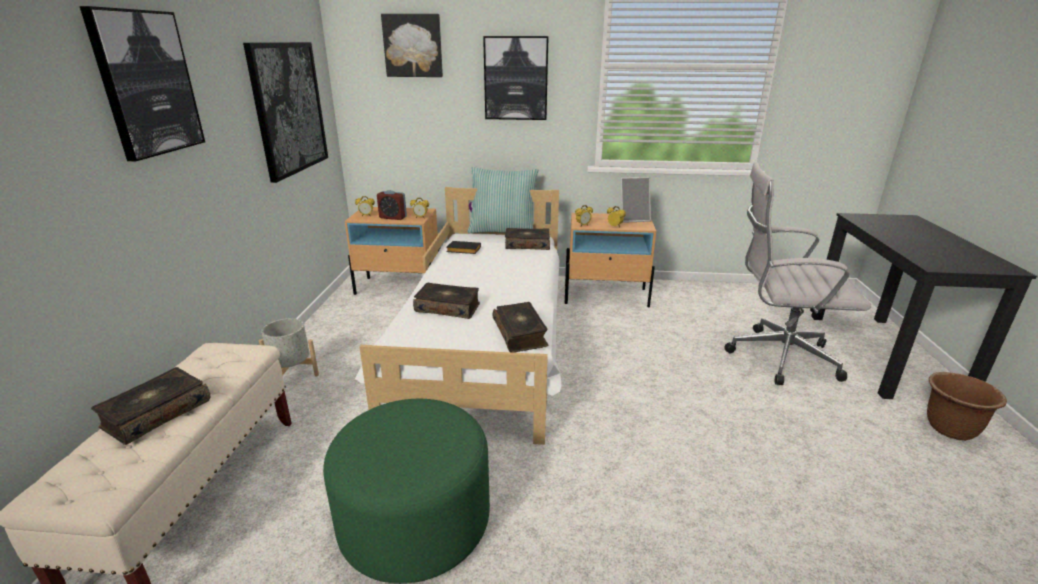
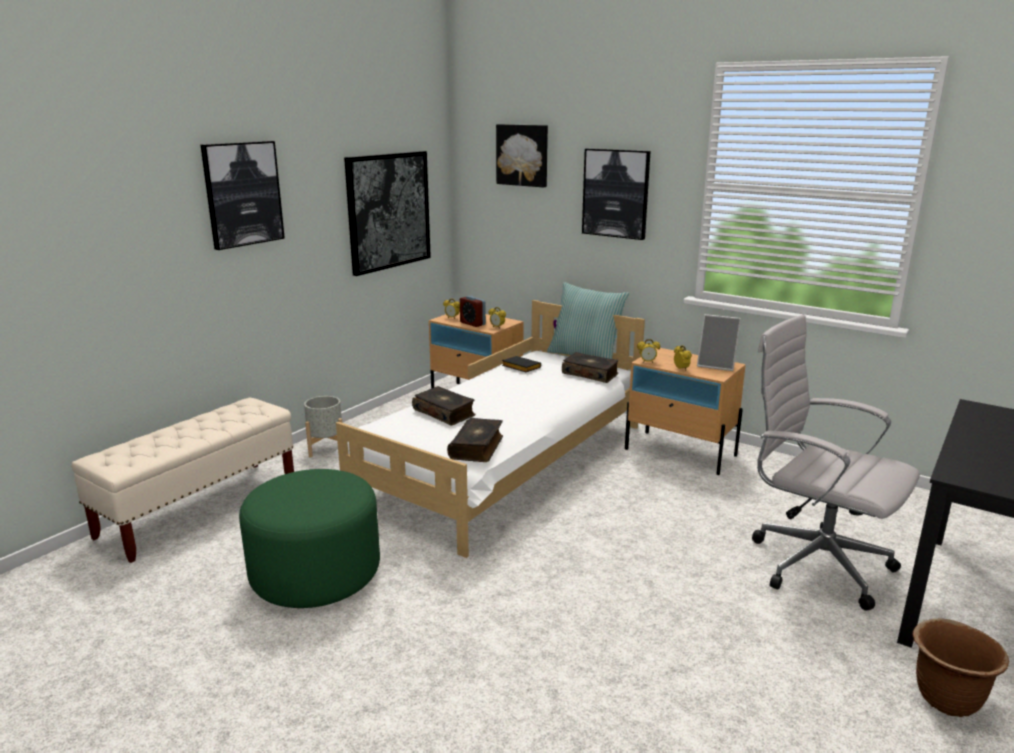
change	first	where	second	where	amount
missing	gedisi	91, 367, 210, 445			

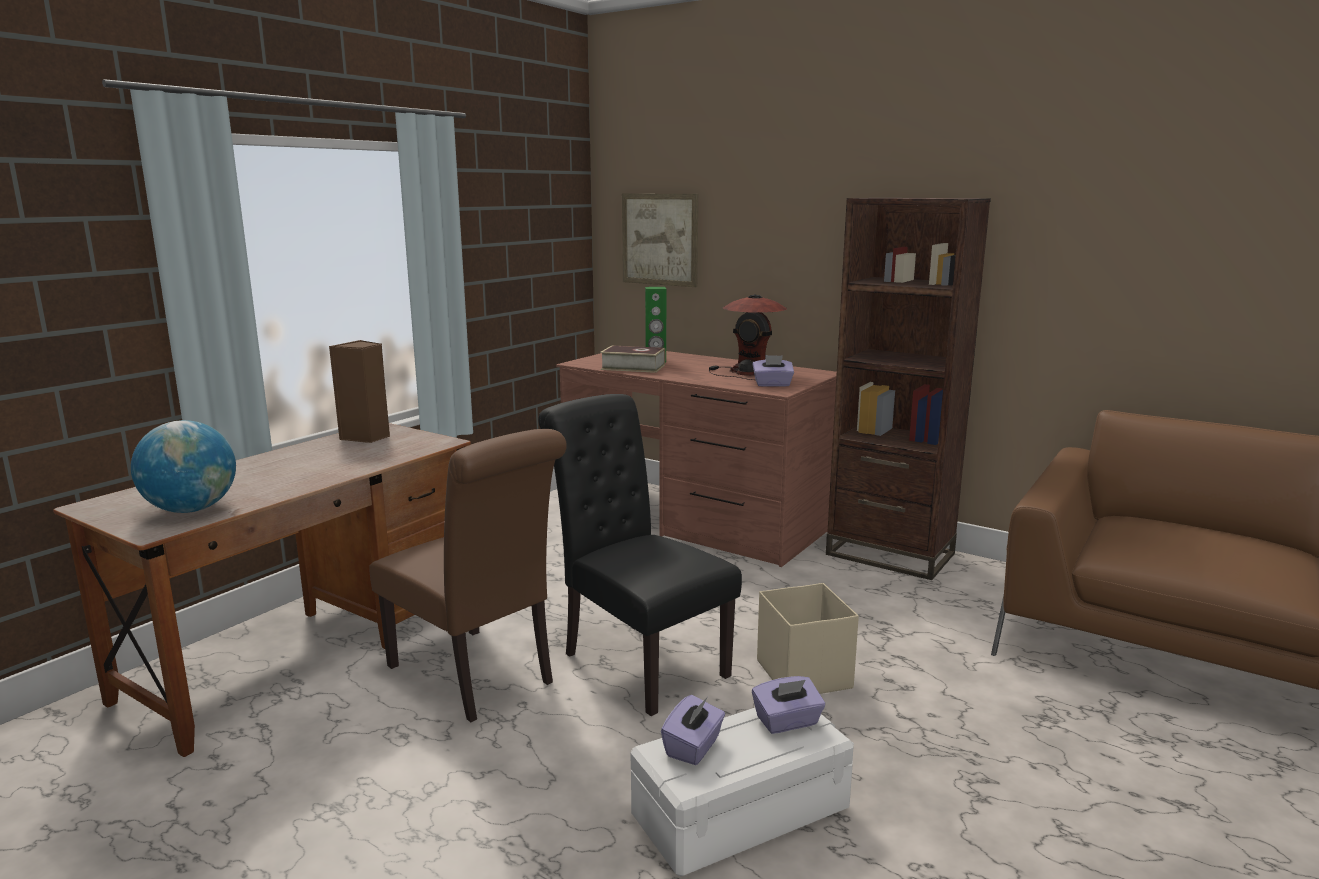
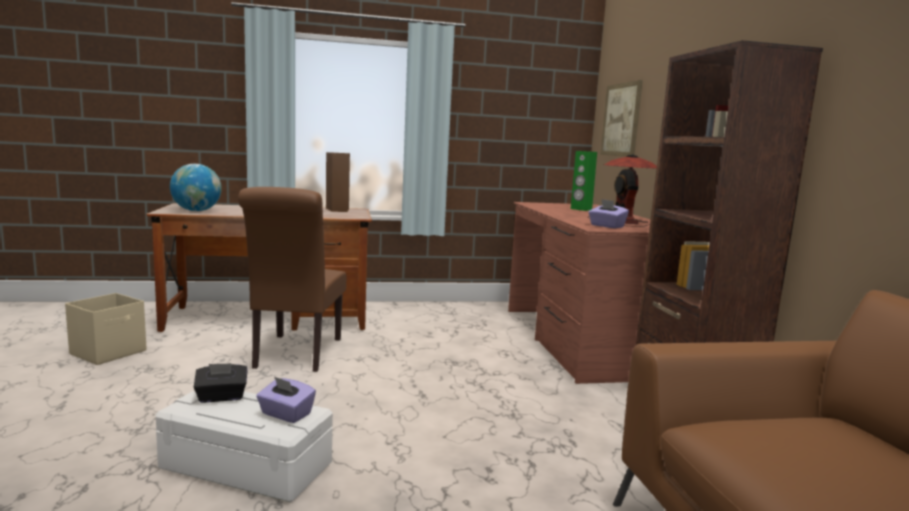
change	first	where	second	where	amount
relocated	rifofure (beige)	757, 583, 859, 694		65, 293, 146, 365	
colour	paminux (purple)	661, 695, 725, 765	paminux (black)	193, 363, 248, 403	
missing	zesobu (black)	538, 394, 742, 716			
missing	gedisi	600, 345, 665, 373			

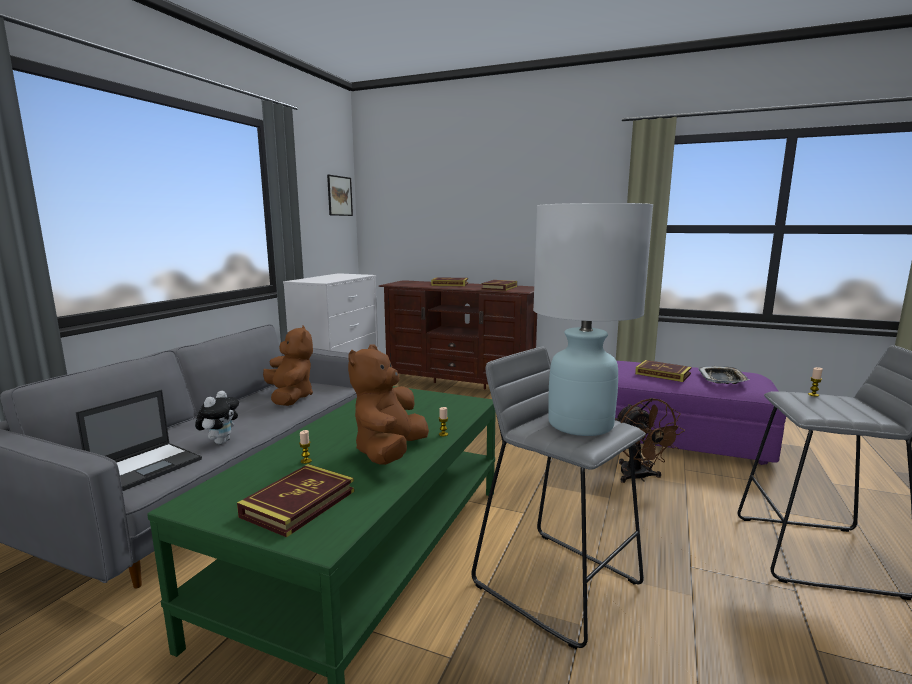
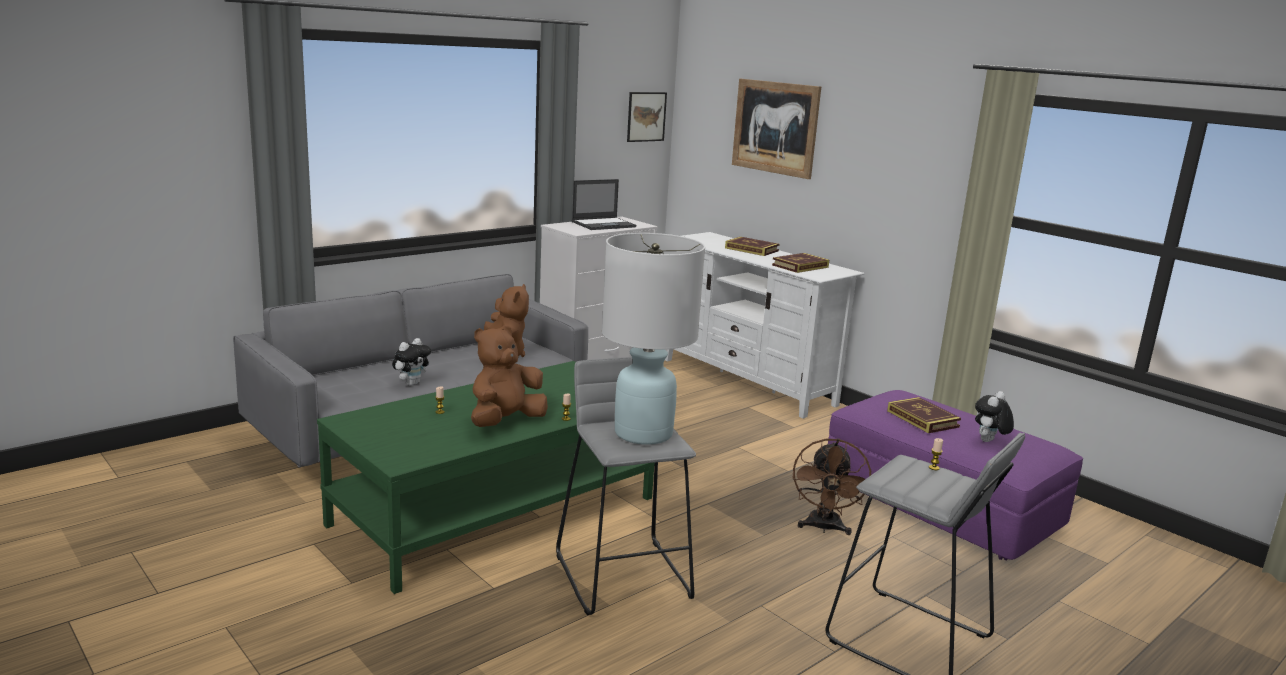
change	first	where	second	where	amount
relocated	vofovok	75, 390, 202, 491		572, 179, 636, 230	
colour	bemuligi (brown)	379, 280, 537, 389	bemuligi (white)	665, 232, 864, 419	
appeared			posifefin	732, 79, 821, 179	
exchanged	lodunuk	698, 366, 749, 384	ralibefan	975, 391, 1014, 442	
missing	gedisi	237, 464, 354, 537			

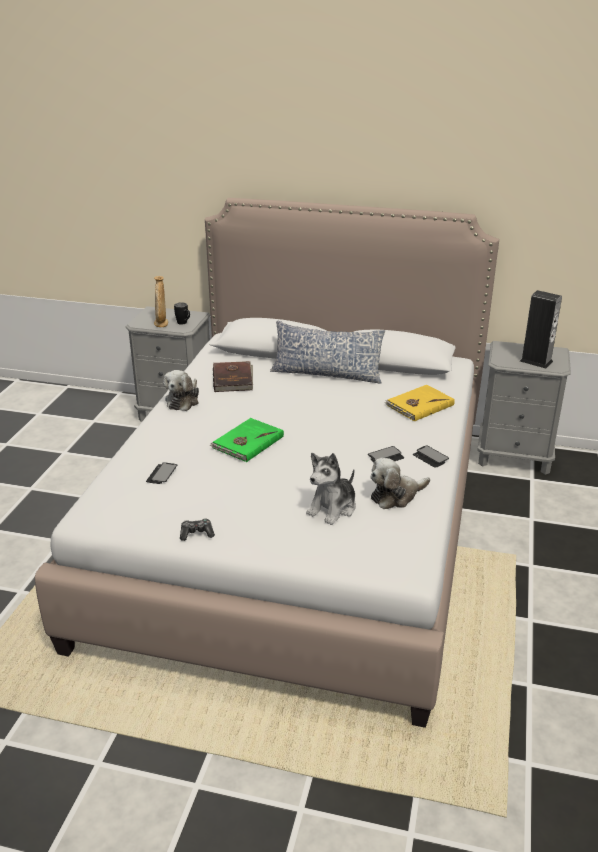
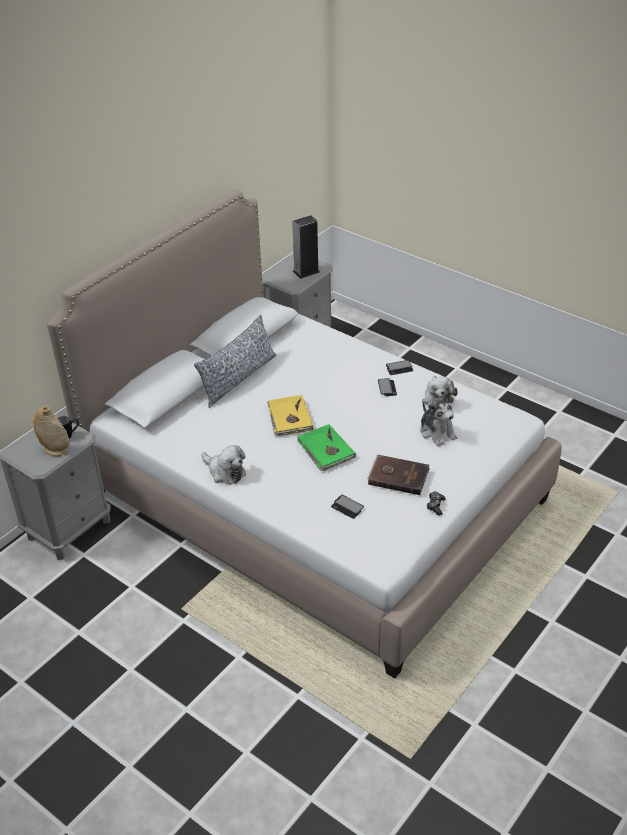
change	first	where	second	where	amount
relocated	gedisi (yellow)	385, 385, 455, 422		267, 395, 313, 436	
relocated	gedisi (brown)	213, 361, 253, 392		367, 454, 430, 495	

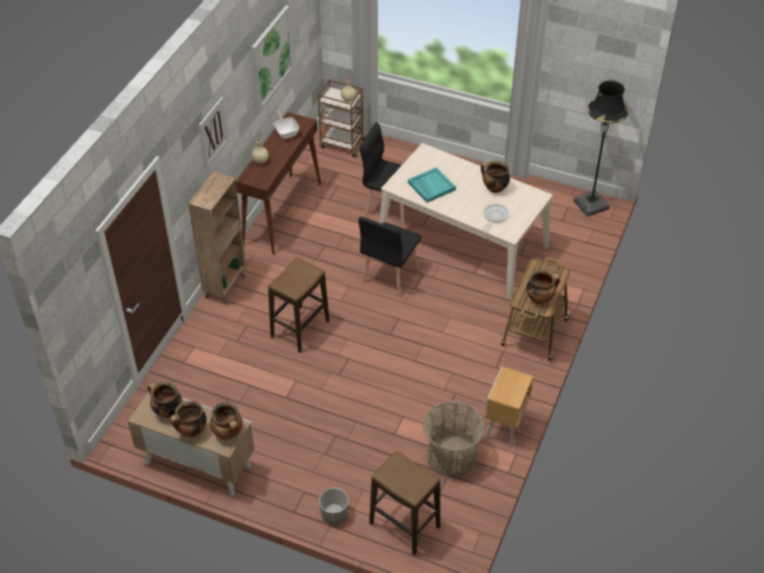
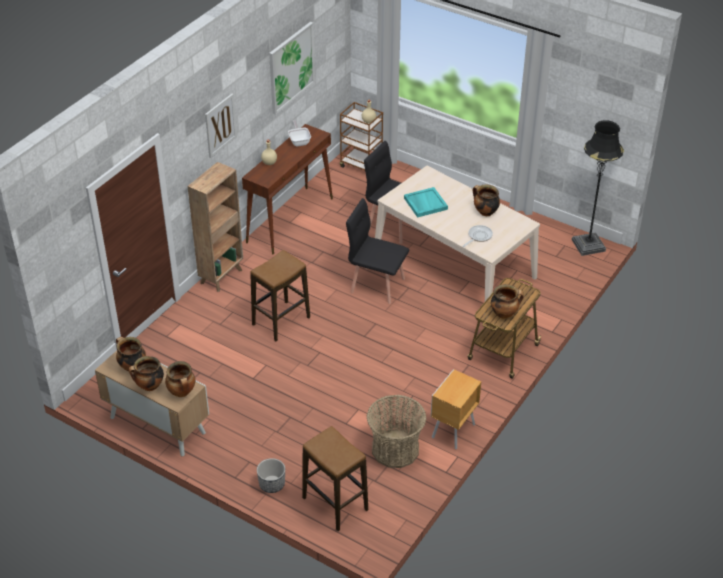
change	first	where	second	where	amount
spun	zesobu (black)	358, 217, 422, 297		346, 198, 409, 304	75 degrees clockwise

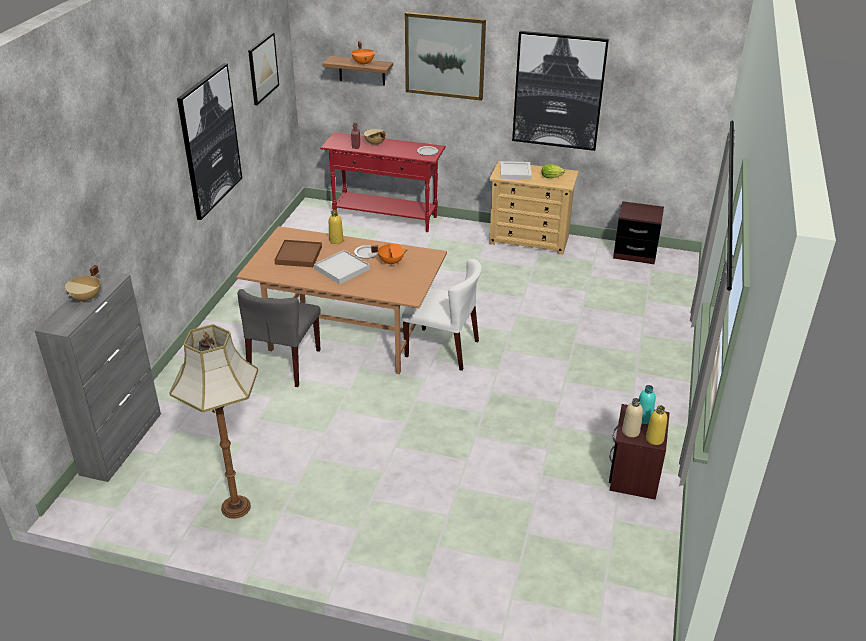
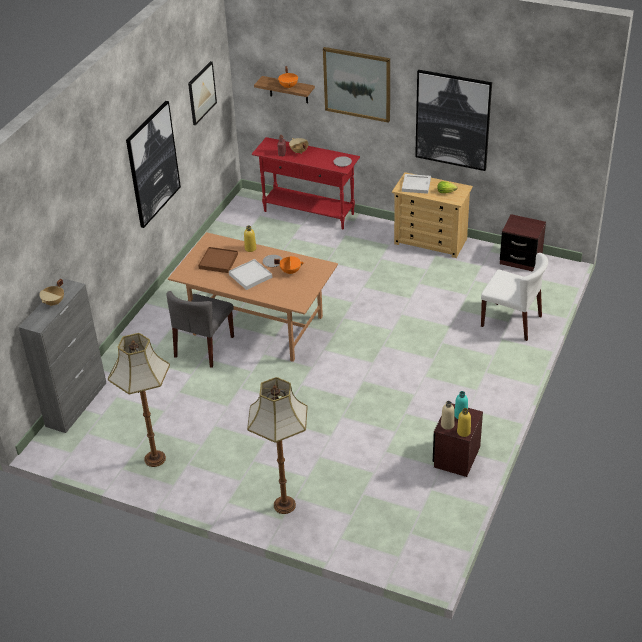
change	first	where	second	where	amount
appeared			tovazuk	247, 377, 308, 514	
relocated	zesobu (white)	402, 259, 482, 371		481, 253, 548, 341	

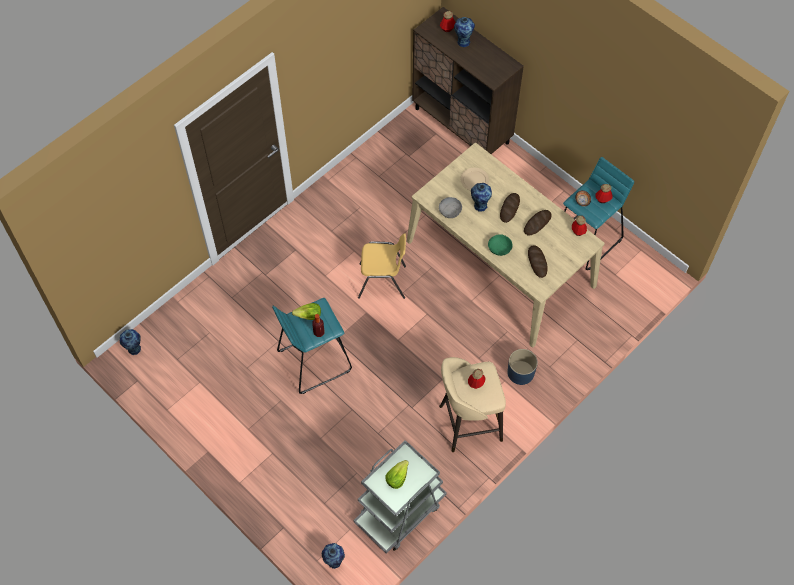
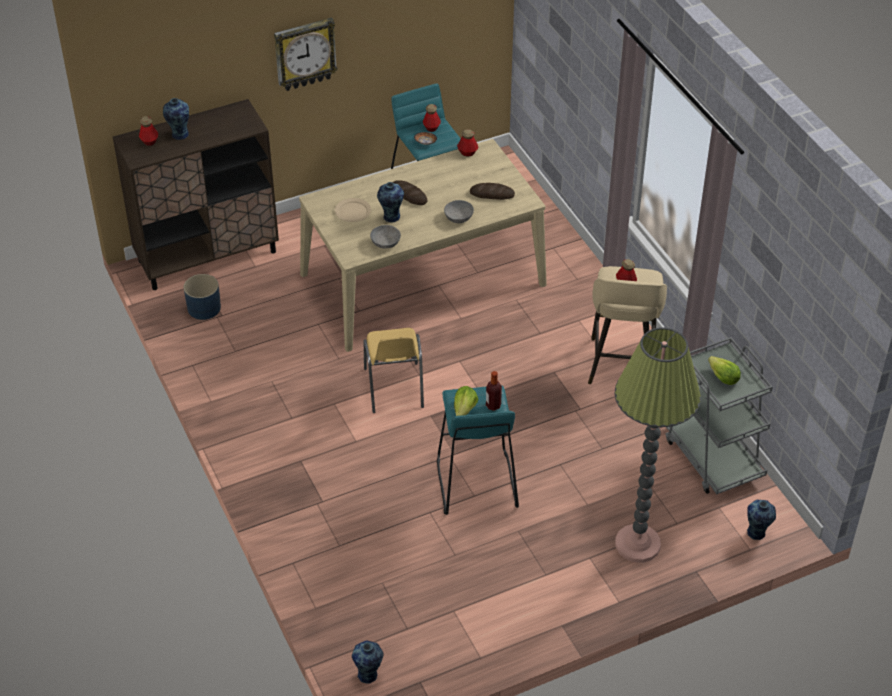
change	first	where	second	where	amount
relocated	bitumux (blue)	507, 349, 538, 385		184, 274, 221, 320	
appeared			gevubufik	274, 18, 338, 91	
spun	zesobu (yellow)	358, 233, 406, 299		364, 328, 424, 413	150 degrees clockwise
colour	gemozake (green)	488, 234, 513, 256	gemozake (grey)	444, 200, 474, 223	
appeared			tovazuk	615, 327, 701, 563	
missing	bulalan	524, 210, 552, 236			

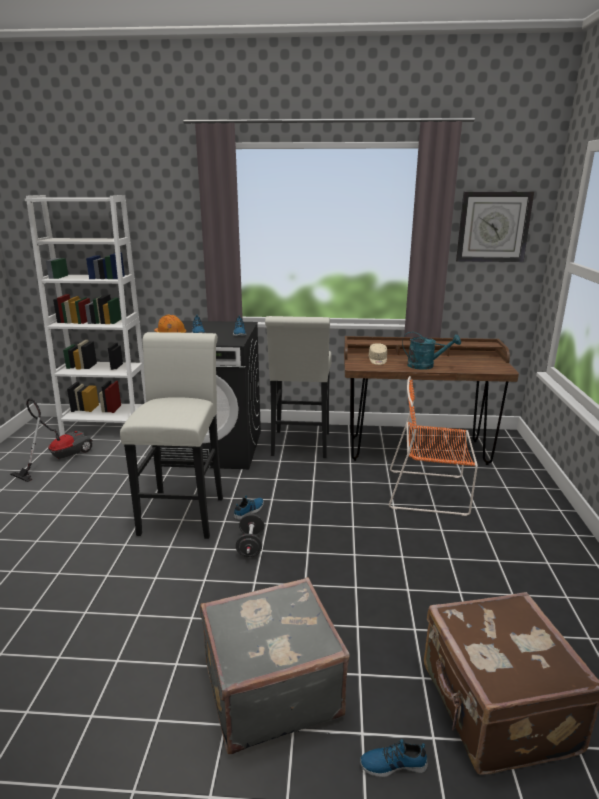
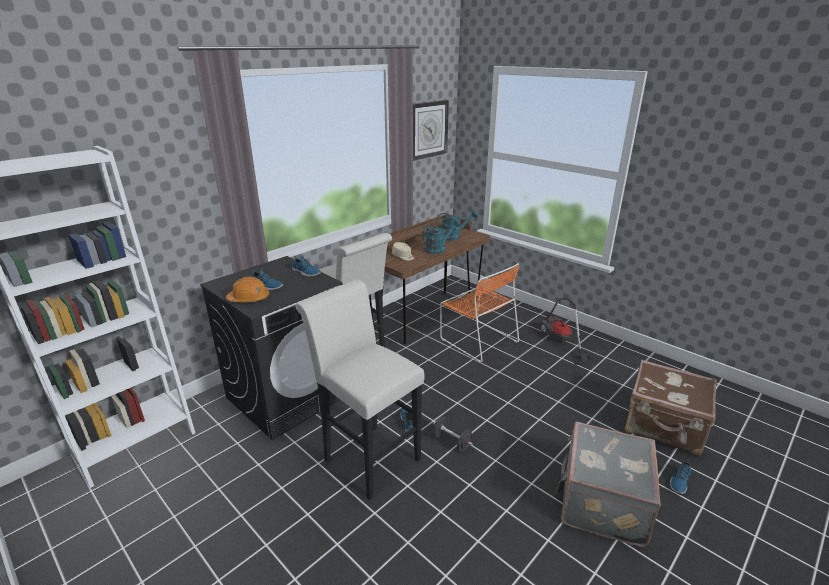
change	first	where	second	where	amount
appeared			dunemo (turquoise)	437, 210, 478, 241	
spun	zesobu (orange)	389, 376, 478, 516		440, 263, 519, 362	90 degrees counterclockwise
relocated	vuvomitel	10, 399, 93, 482		540, 298, 596, 365	

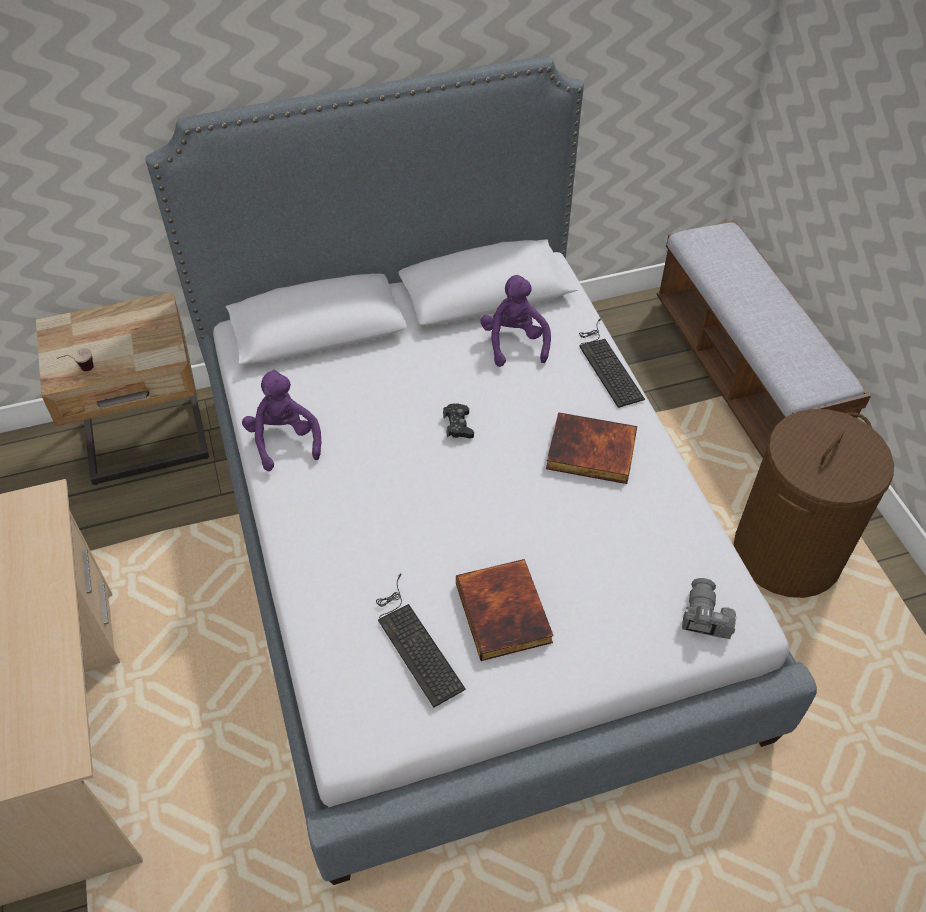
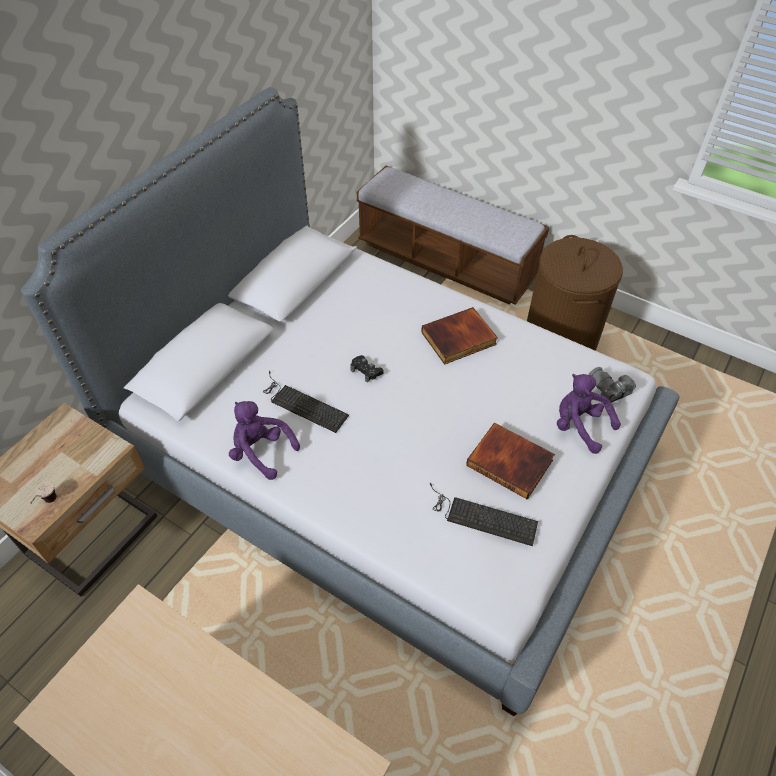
change	first	where	second	where	amount
relocated	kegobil	579, 318, 645, 408		263, 371, 349, 433	
relocated	ralibefan (purple)	480, 275, 551, 367		557, 374, 621, 454	

